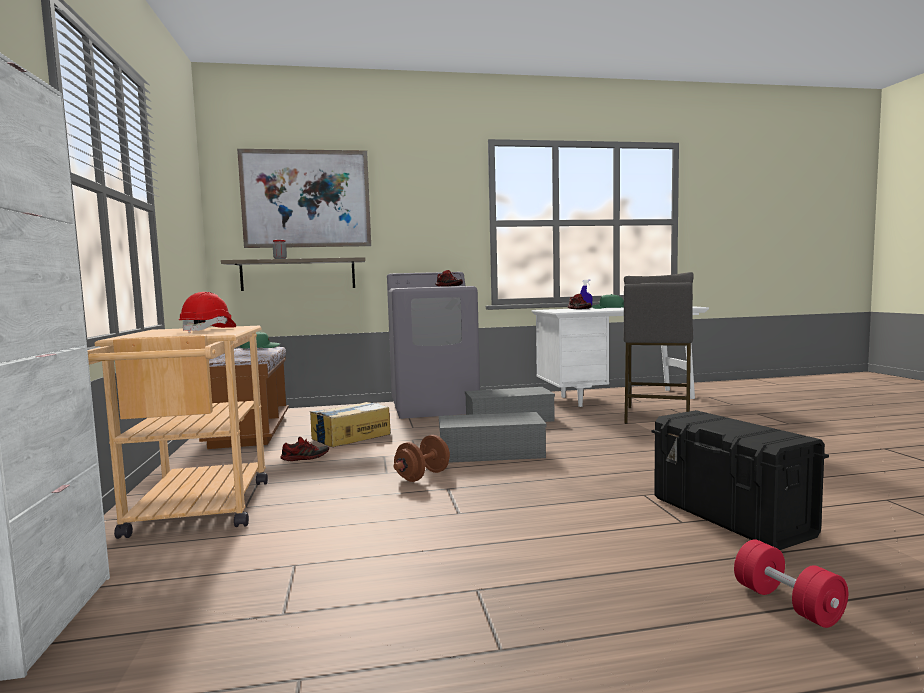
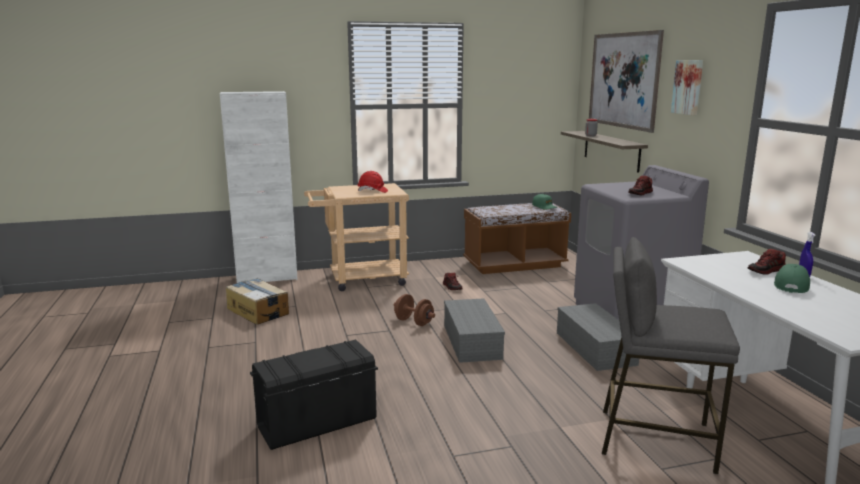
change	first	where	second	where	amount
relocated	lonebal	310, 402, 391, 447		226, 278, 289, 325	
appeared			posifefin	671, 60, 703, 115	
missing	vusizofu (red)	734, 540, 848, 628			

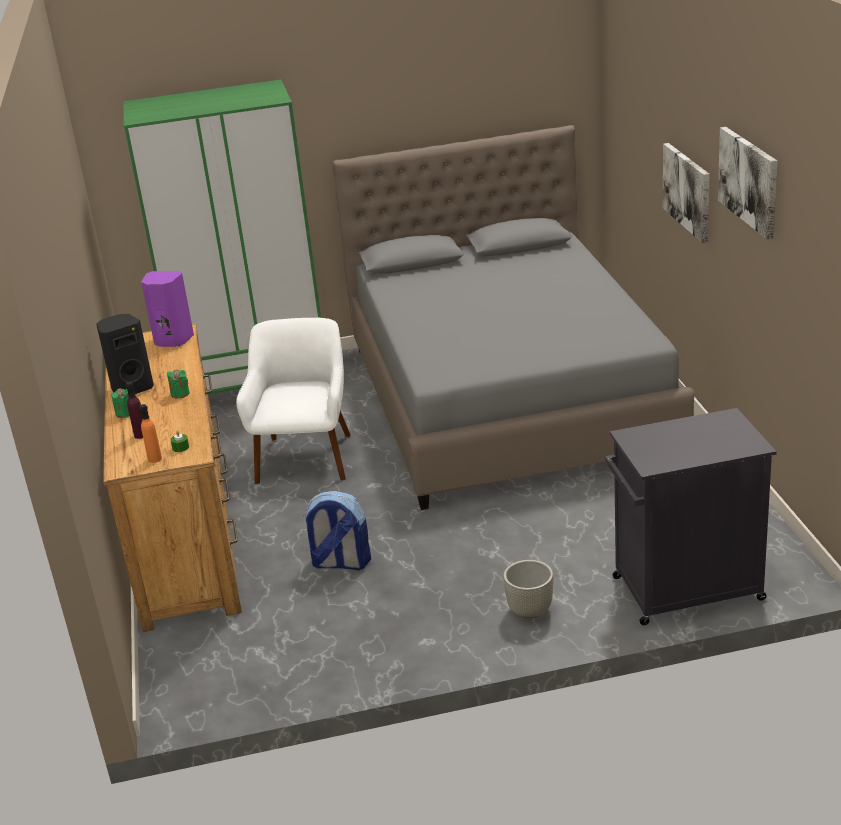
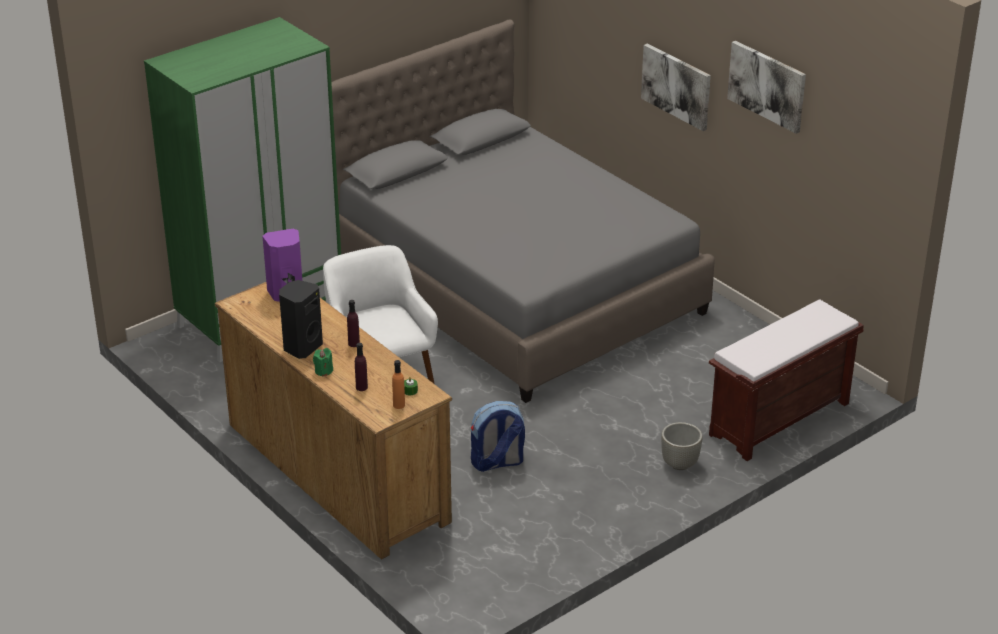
change	first	where	second	where	amount
exchanged	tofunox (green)	167, 369, 190, 399	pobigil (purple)	347, 300, 360, 347	
exchanged	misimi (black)	605, 408, 777, 625	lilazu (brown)	709, 300, 864, 461	

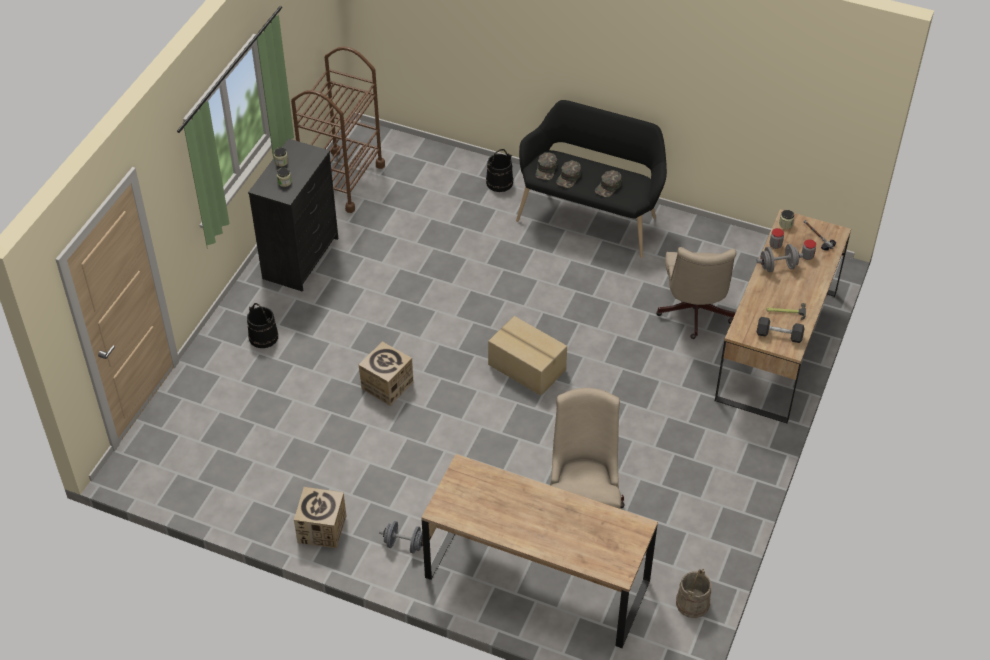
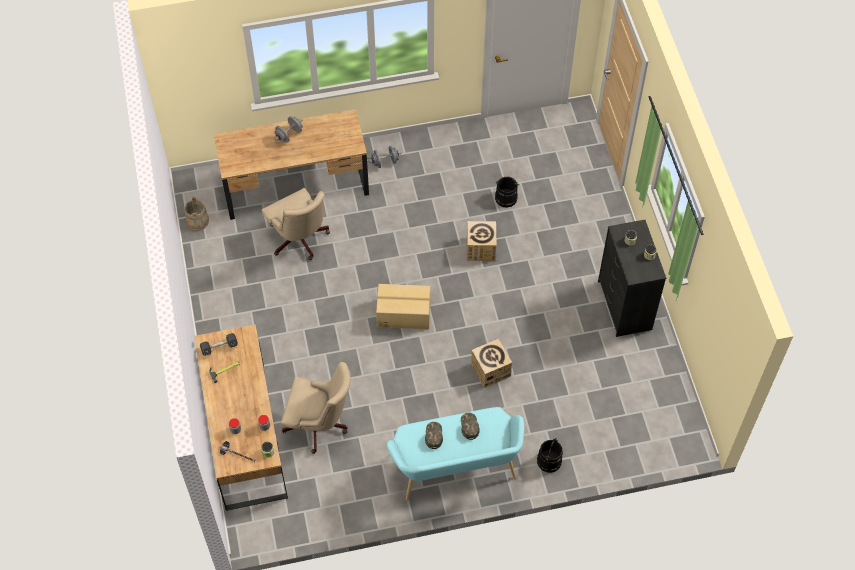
change	first	where	second	where	amount
relocated	vusizofu (grey)	757, 244, 803, 272		274, 116, 303, 143	
spun	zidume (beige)	656, 247, 736, 339		281, 362, 351, 454	135 degrees clockwise
colour	lilazu (black)	516, 100, 667, 258	lilazu (turquoise)	387, 407, 524, 501	
relocated	lonebal	294, 487, 346, 548		471, 339, 512, 388	
relocated	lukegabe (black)	247, 303, 278, 348		495, 176, 519, 208	
missing	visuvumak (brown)	291, 46, 385, 213			
missing	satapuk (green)	536, 152, 557, 180			

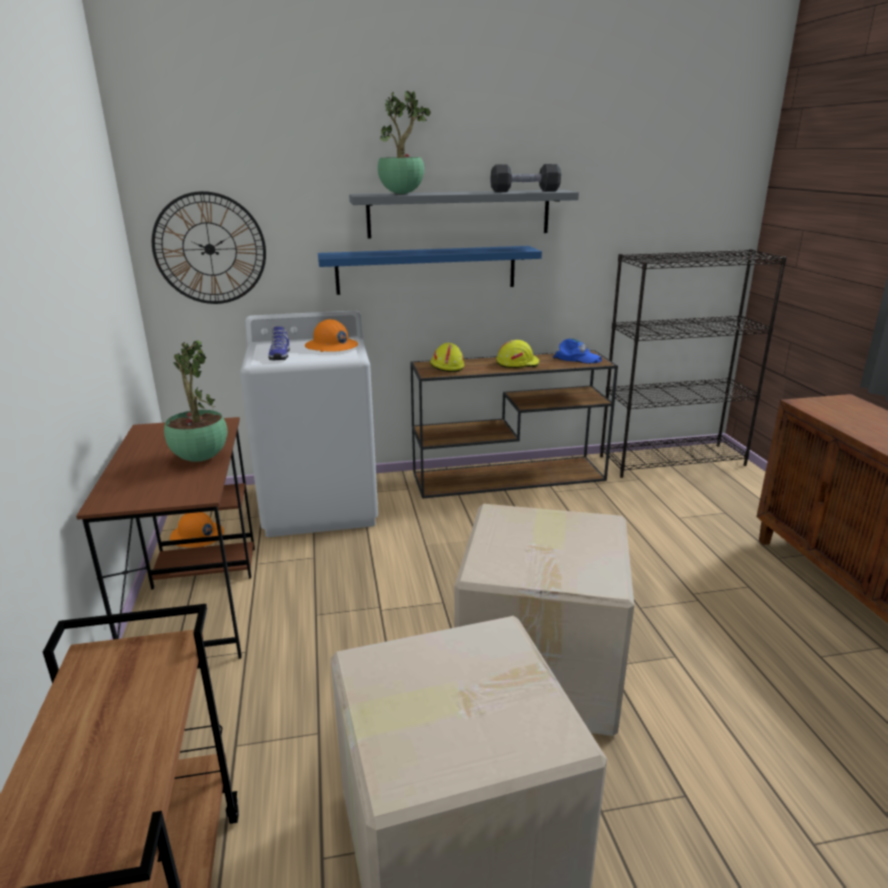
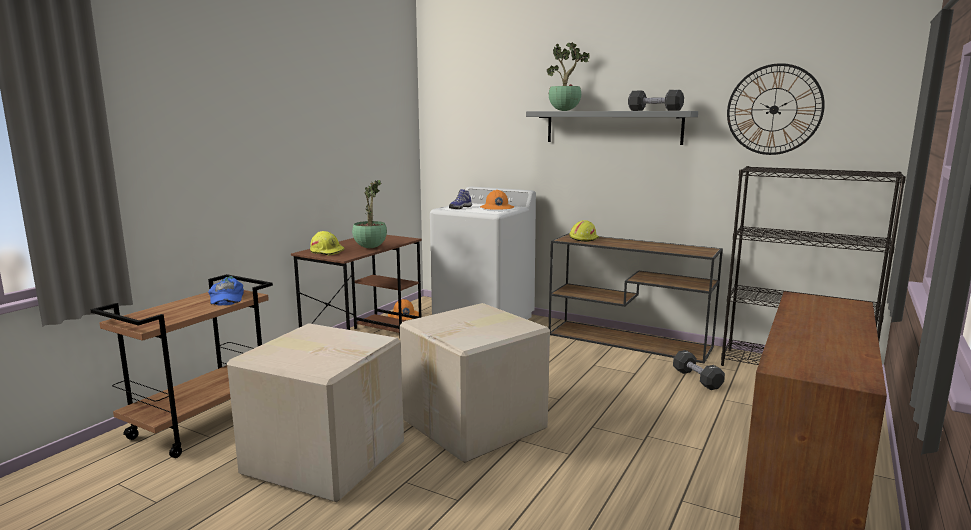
change	first	where	second	where	amount
relocated	satapuk (blue)	553, 339, 602, 364		208, 276, 244, 305	
relocated	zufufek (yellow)	496, 340, 540, 368		310, 231, 345, 256	
appeared			vusizofu (black)	673, 350, 725, 390	
relocated	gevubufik	152, 191, 266, 304		727, 63, 825, 155	
missing	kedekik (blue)	318, 246, 542, 295			

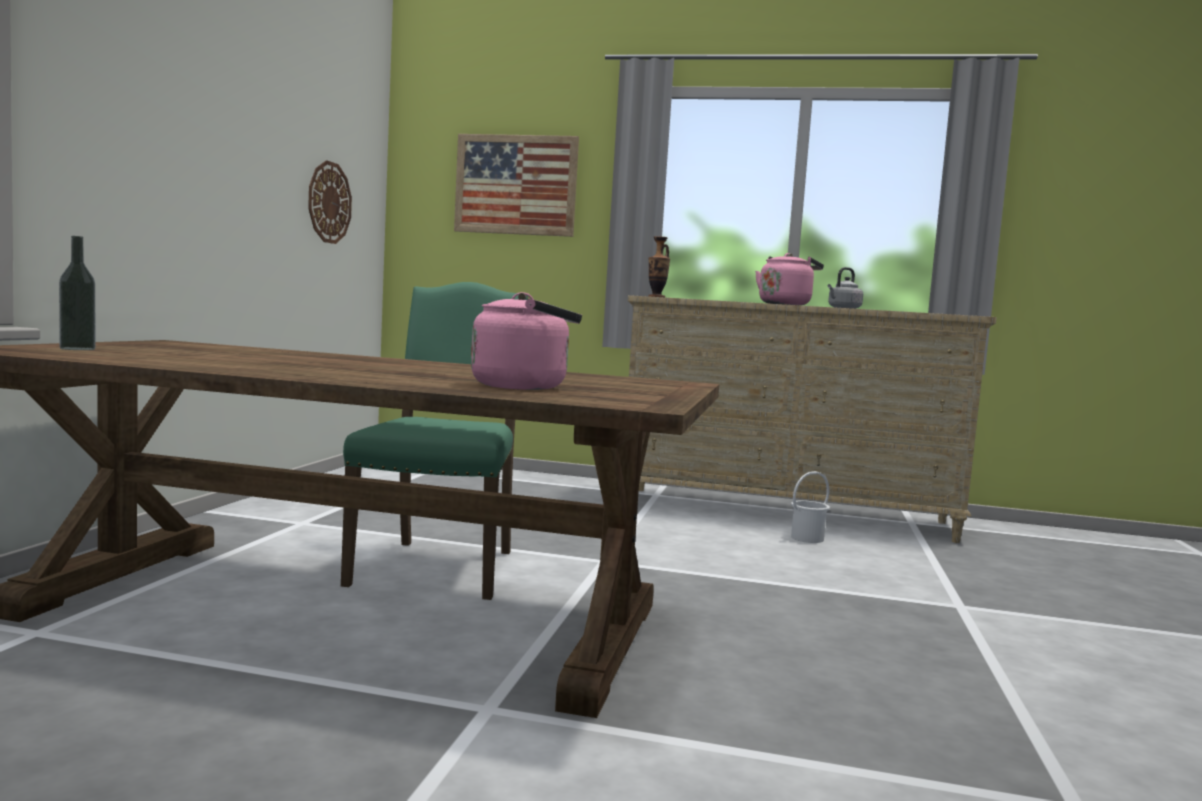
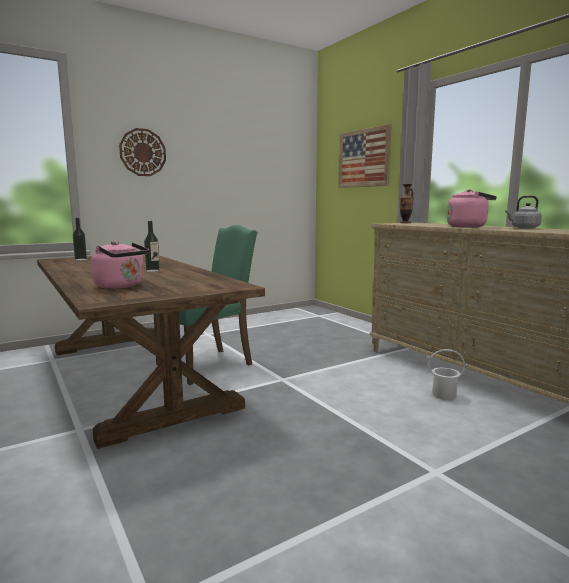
change	first	where	second	where	amount
relocated	gevubufik	308, 160, 352, 244		119, 128, 166, 176	
appeared			pobigil	144, 221, 160, 272	

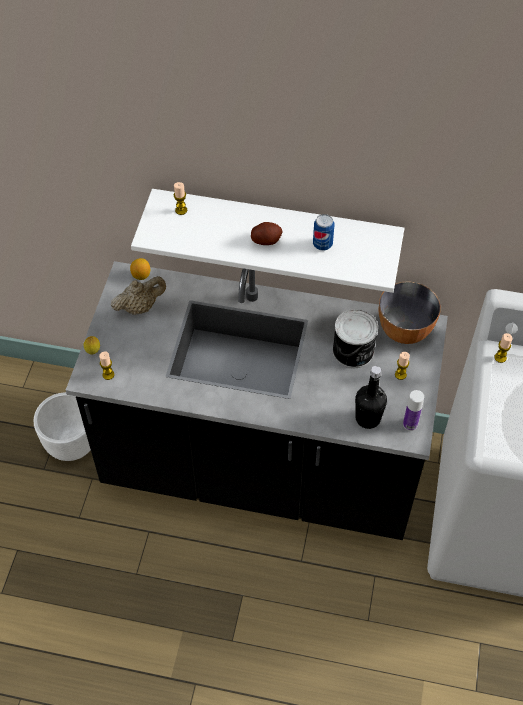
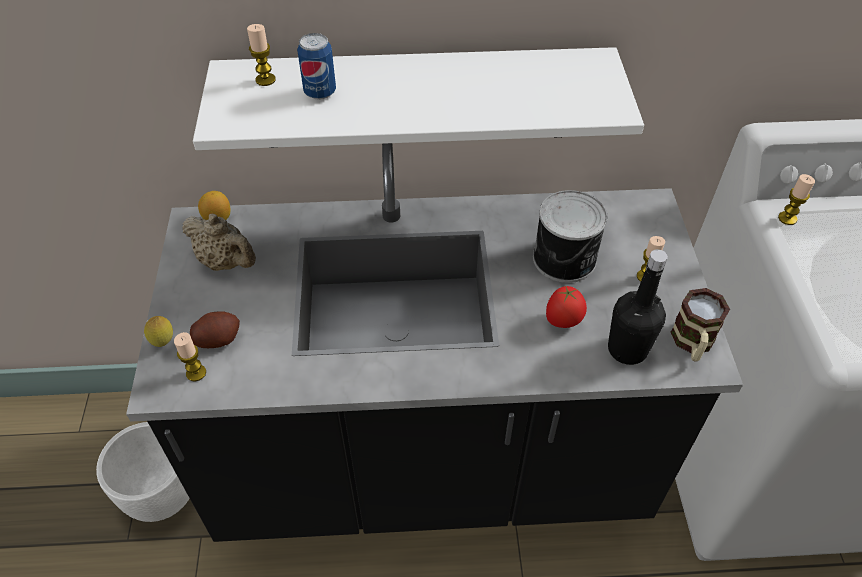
change	first	where	second	where	amount
spun	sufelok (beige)	111, 276, 166, 315		182, 213, 256, 271	75 degrees clockwise
relocated	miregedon	251, 222, 283, 245		190, 311, 240, 348	
relocated	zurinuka	313, 214, 334, 250		297, 33, 336, 100	
appeared			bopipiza	546, 286, 587, 328	
exchanged	pobigil	403, 390, 424, 431	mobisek	670, 288, 730, 361	
missing	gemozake	379, 281, 441, 344			

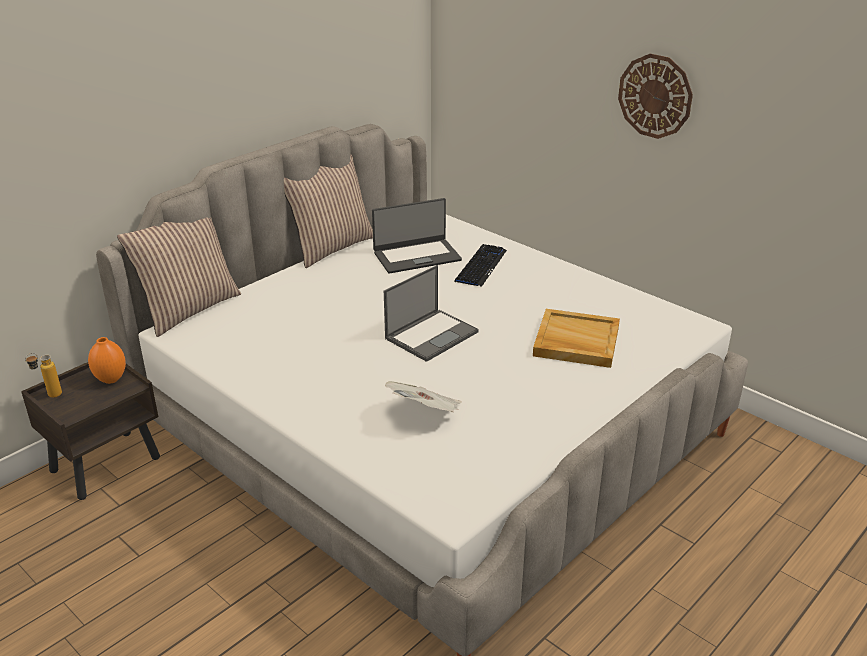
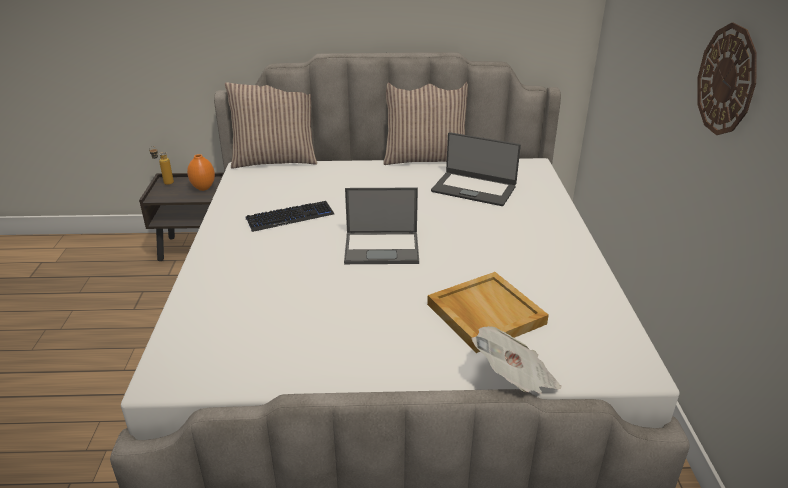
change	first	where	second	where	amount
relocated	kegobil	454, 244, 507, 287		245, 201, 334, 232	
relocated	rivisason	385, 381, 462, 412		472, 326, 561, 394	

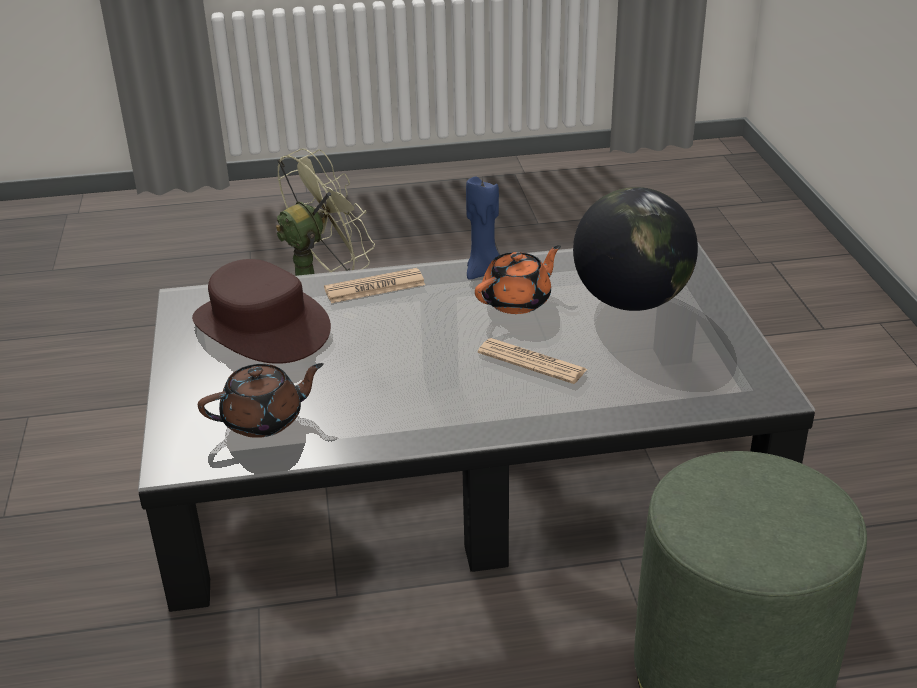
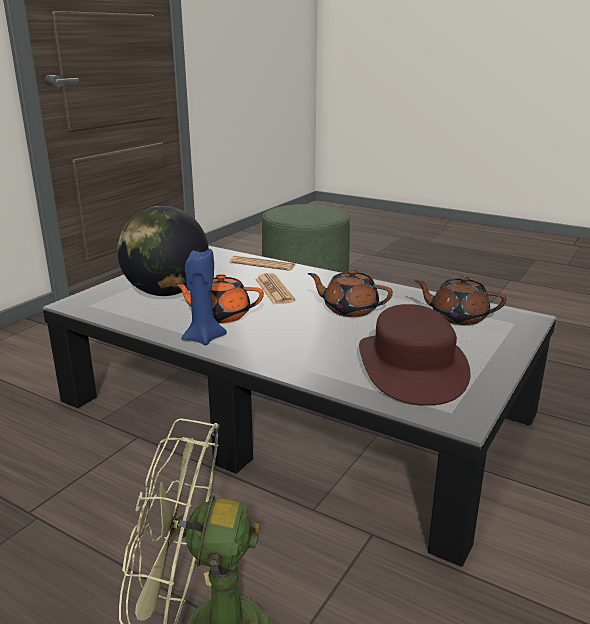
change	first	where	second	where	amount
relocated	rivisason	324, 268, 425, 303		229, 256, 296, 271	
appeared			sufelok (brown)	308, 269, 393, 317	

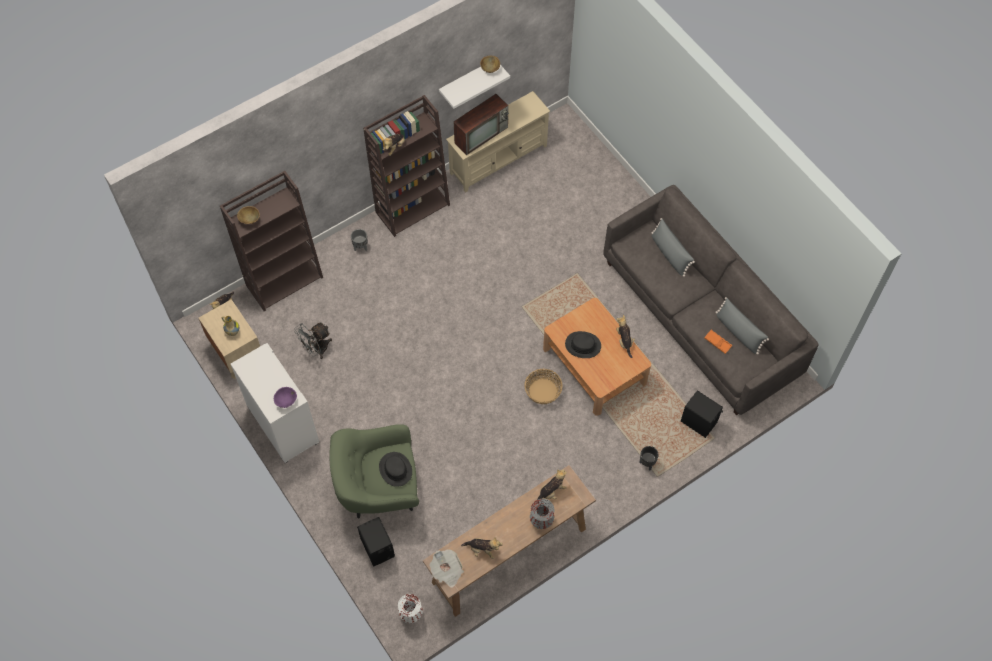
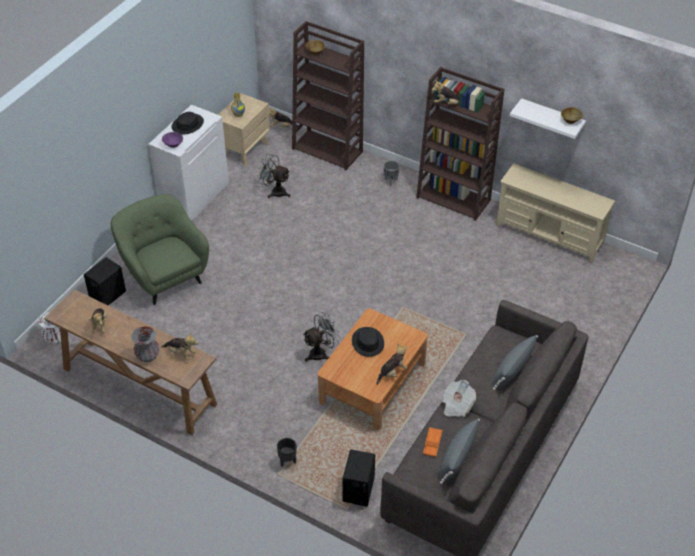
change	first	where	second	where	amount
relocated	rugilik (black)	379, 452, 412, 487		171, 112, 204, 134	
exchanged	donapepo	525, 369, 563, 404	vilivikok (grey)	303, 313, 341, 362	
relocated	rivisason	429, 549, 464, 588		442, 380, 476, 417	
missing	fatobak	454, 94, 509, 155			

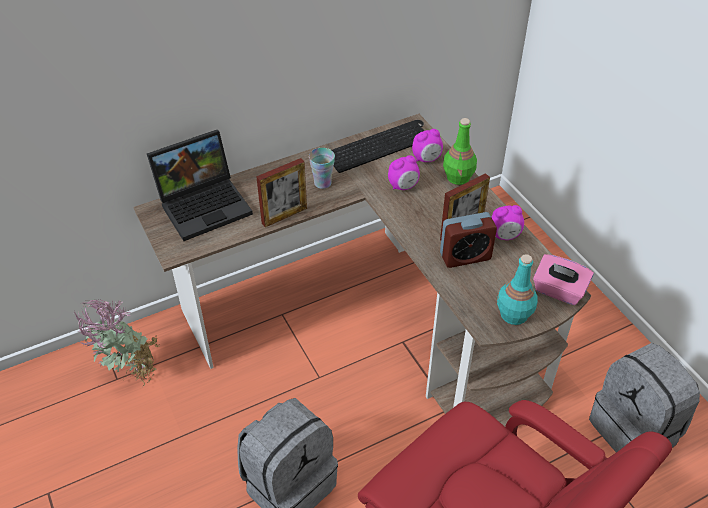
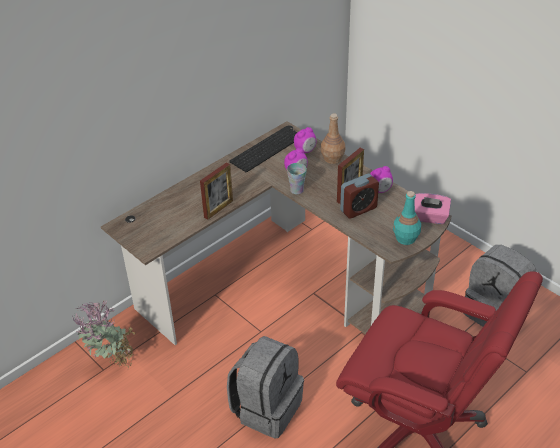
change	first	where	second	where	amount
relocated	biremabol	309, 148, 335, 189		287, 163, 307, 194	
colour	pobigil (green)	443, 118, 477, 185	pobigil (brown)	321, 113, 345, 164	
missing	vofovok	147, 130, 253, 241			

